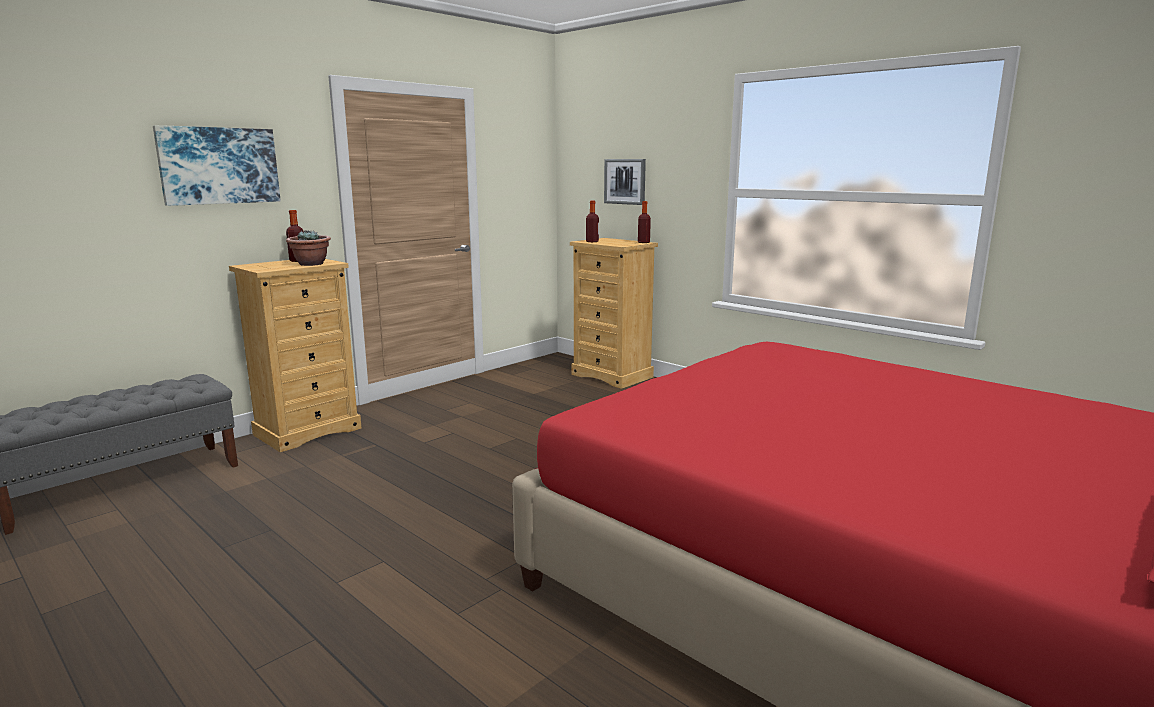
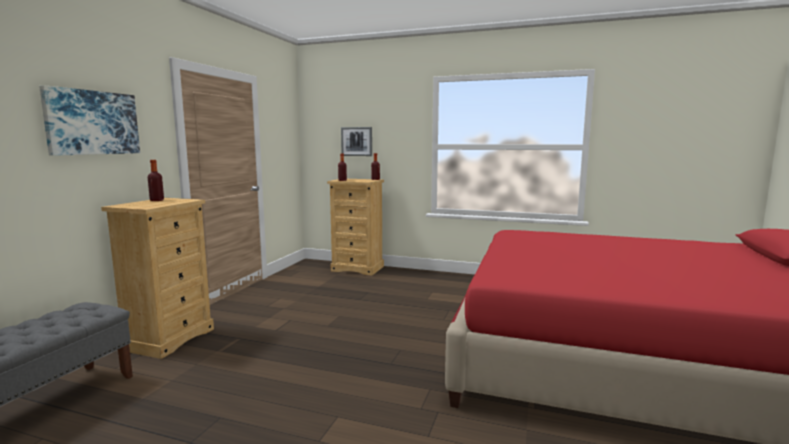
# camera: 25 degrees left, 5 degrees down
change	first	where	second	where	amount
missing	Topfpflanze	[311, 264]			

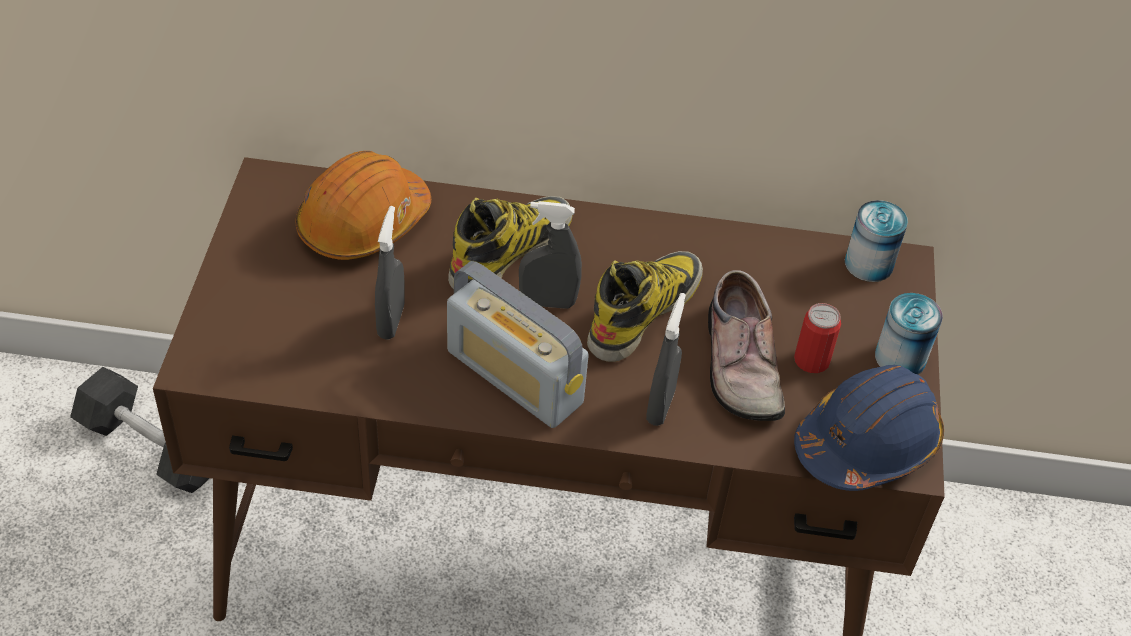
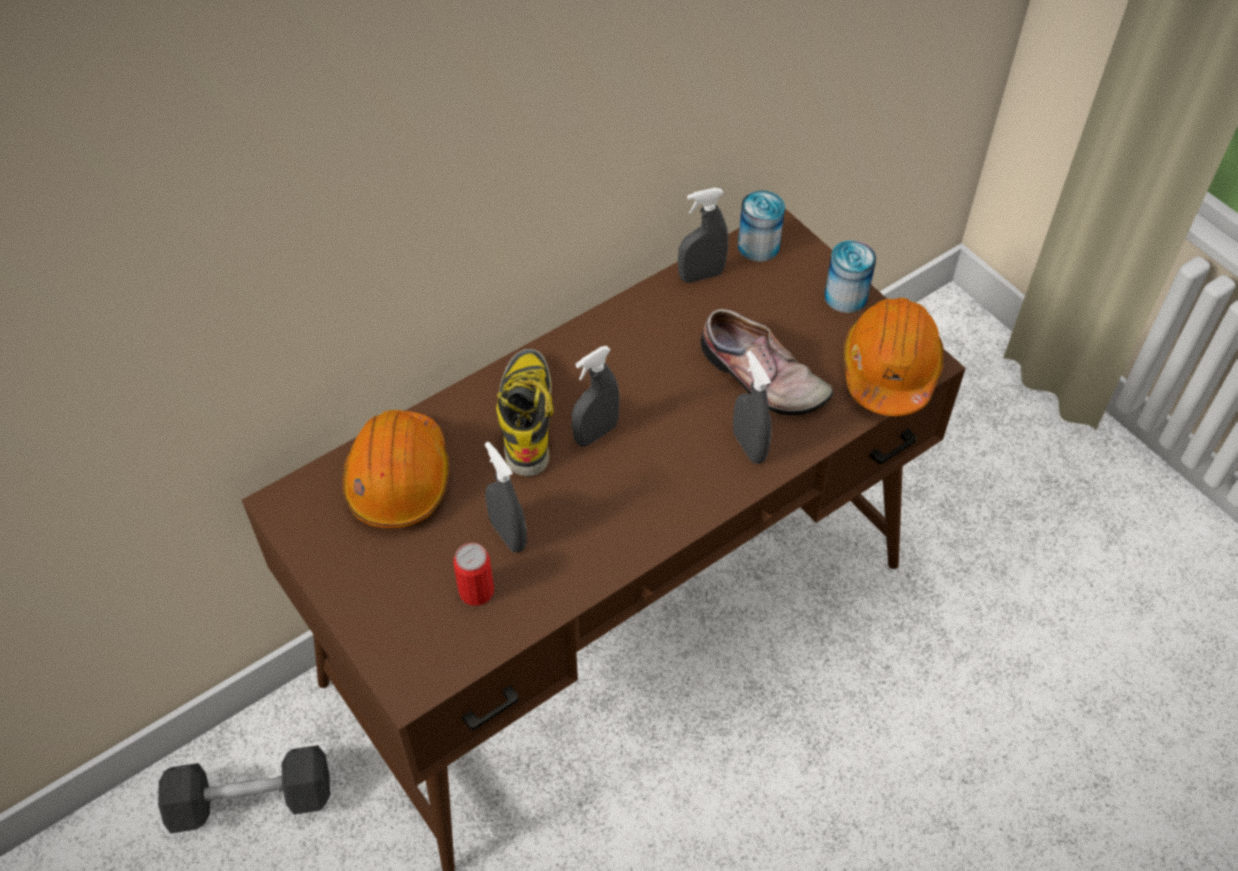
# camera: 40 degrees left, 5 degrees up
change	first	where	second	where	amount
missing	Radio	[514, 377]			
missing	Stiefel	[644, 310]			
appeared			Sprühflasche [grau]	[701, 275]	
relocated	Dose	[811, 360]		[476, 591]	
colour	Schutzhelm [blau]	[867, 443]	Schutzhelm [orange]	[890, 369]	

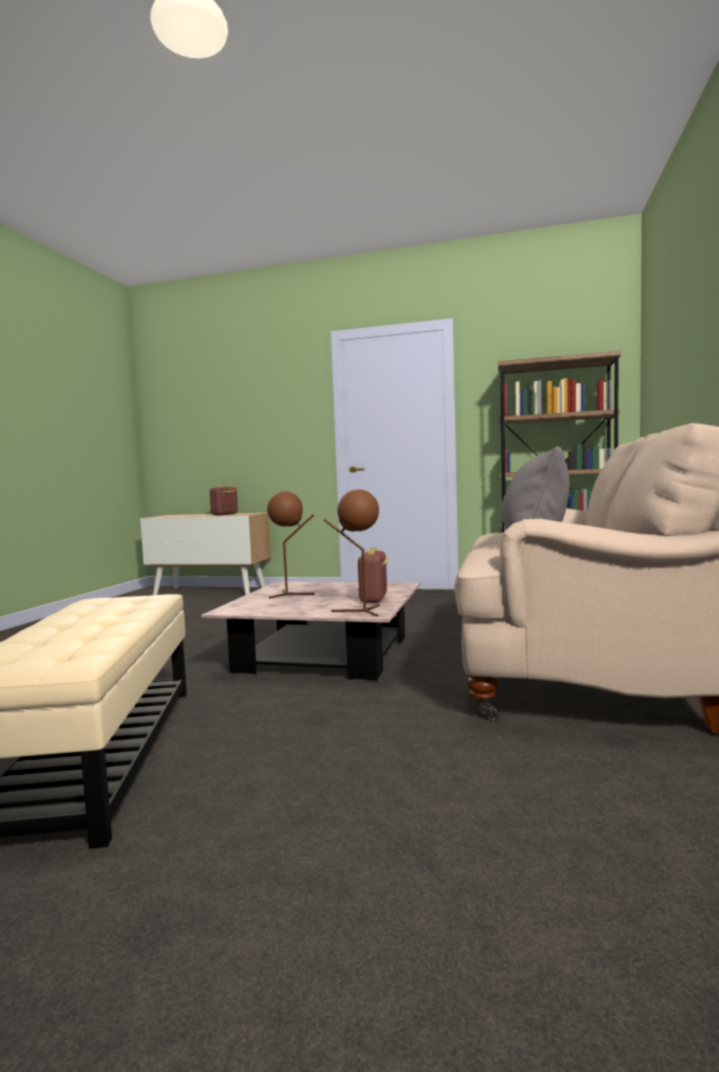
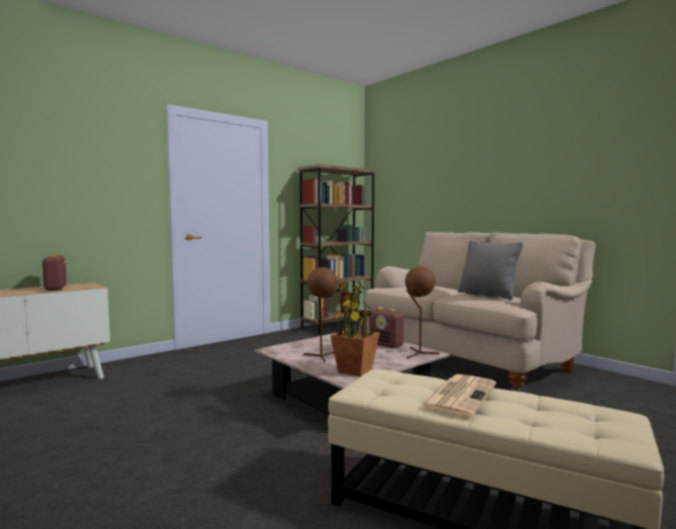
# camera: 55 degrees left, 0 degrees up
change	first	where	second	where	amount
appeared			Topfpflanze	[355, 370]	
appeared			Zeitung	[459, 395]	

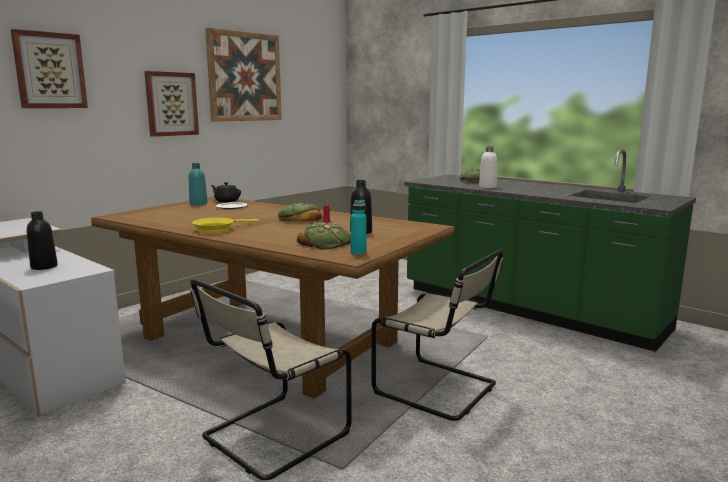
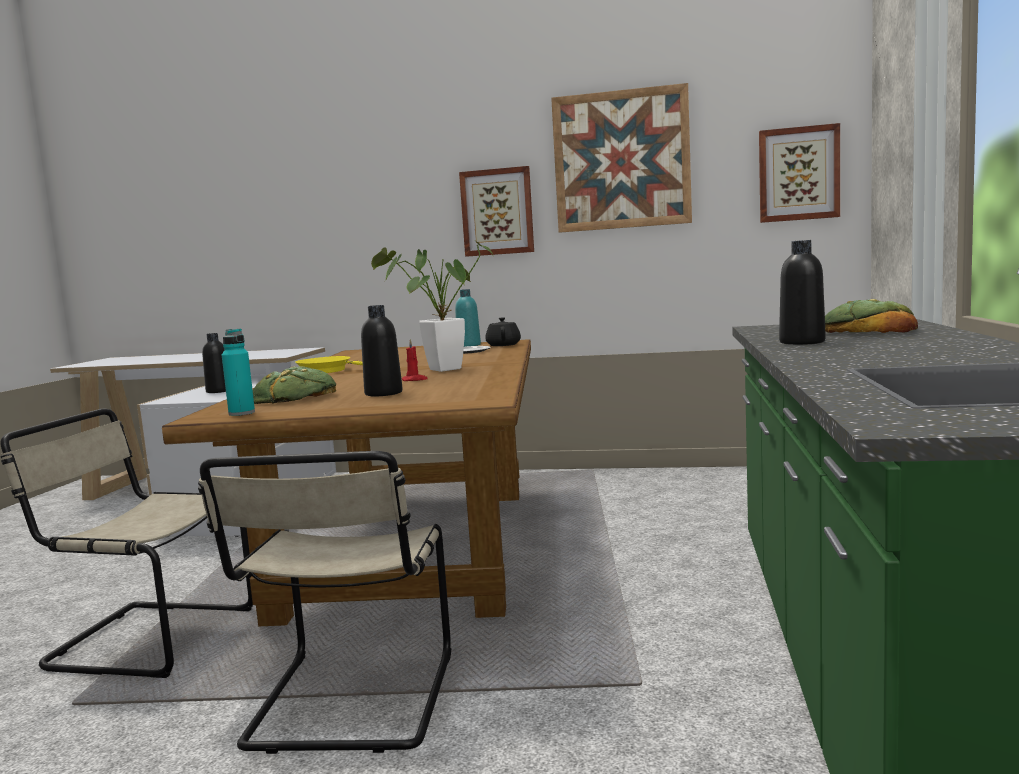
# camera: 60 degrees right, 5 degrees down
change	first	where	second	where	amount
relocated	Bild	[49, 70]		[798, 174]	
exchanged	Brot	[300, 218]	Topfpflanze	[438, 370]	
colour	Flasche [weiß]	[487, 187]	Flasche [schwarz]	[802, 342]	

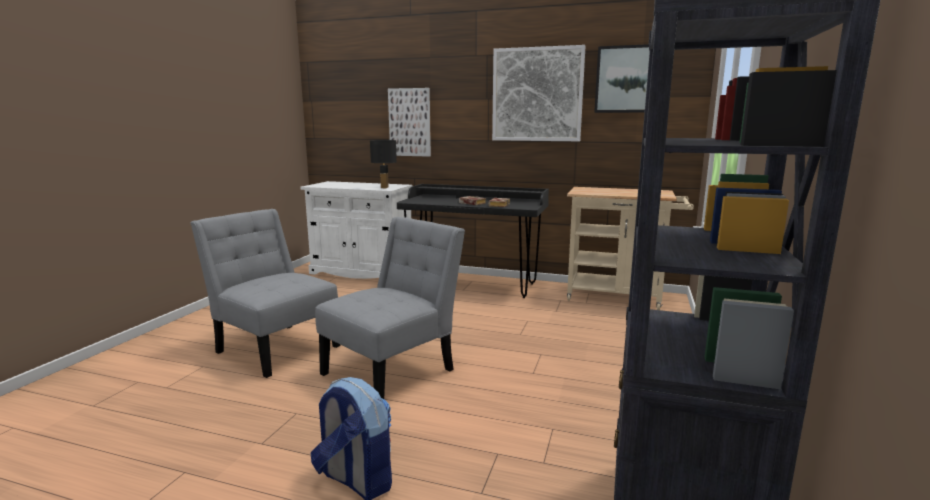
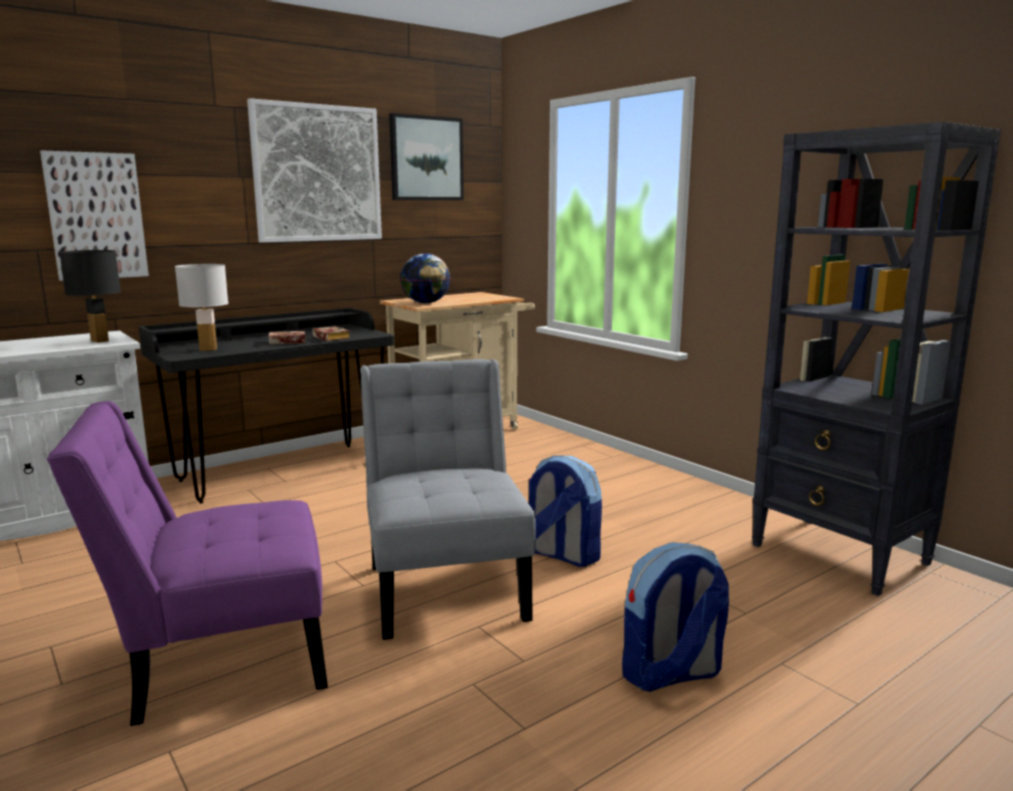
# camera: 55 degrees left, 0 degrees up
change	first	where	second	where	amount
appeared			Tischlampe [weiß]	[209, 349]	
appeared			Globus	[426, 303]	
appeared			Rucksack	[561, 555]	
colour	Stuhl [grau]	[275, 347]	Stuhl [lila]	[219, 660]	

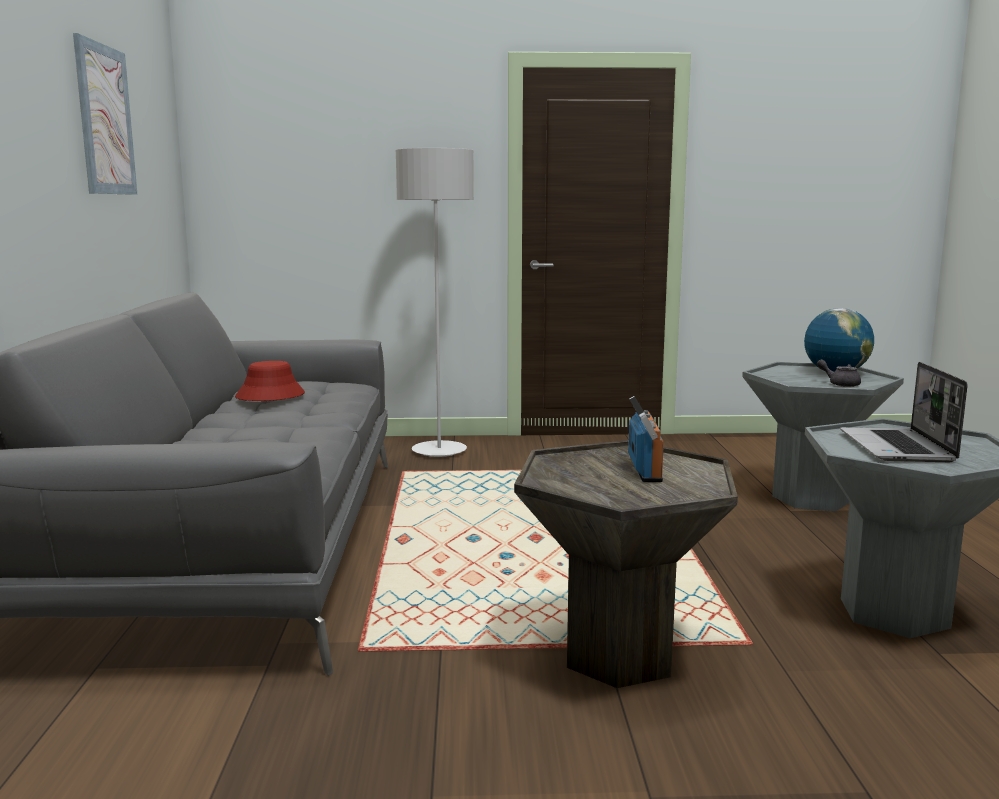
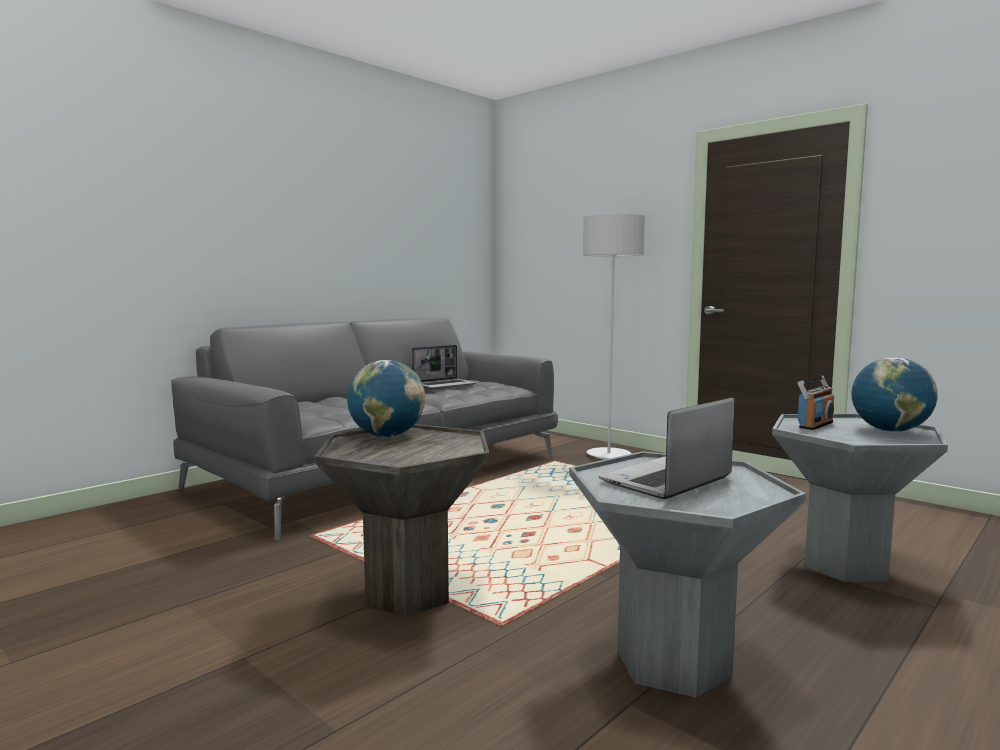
# camera: 45 degrees right, 5 degrees down
change	first	where	second	where	amount
missing	Bild	[105, 120]			
missing	Teekanne [grau]	[840, 384]			
appeared			Globus	[387, 436]	
relocated	Radio	[645, 470]		[815, 425]	
exchanged	Hut [rot]	[270, 396]	Laptop	[444, 385]	

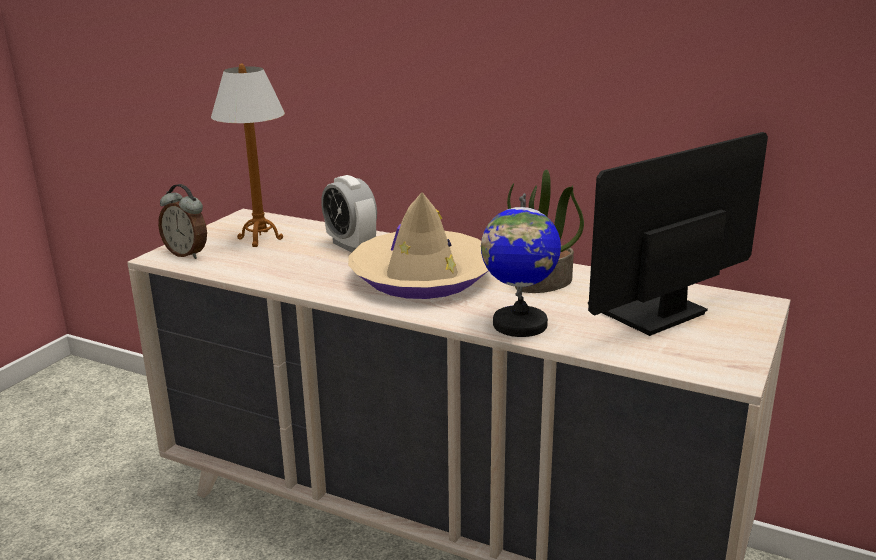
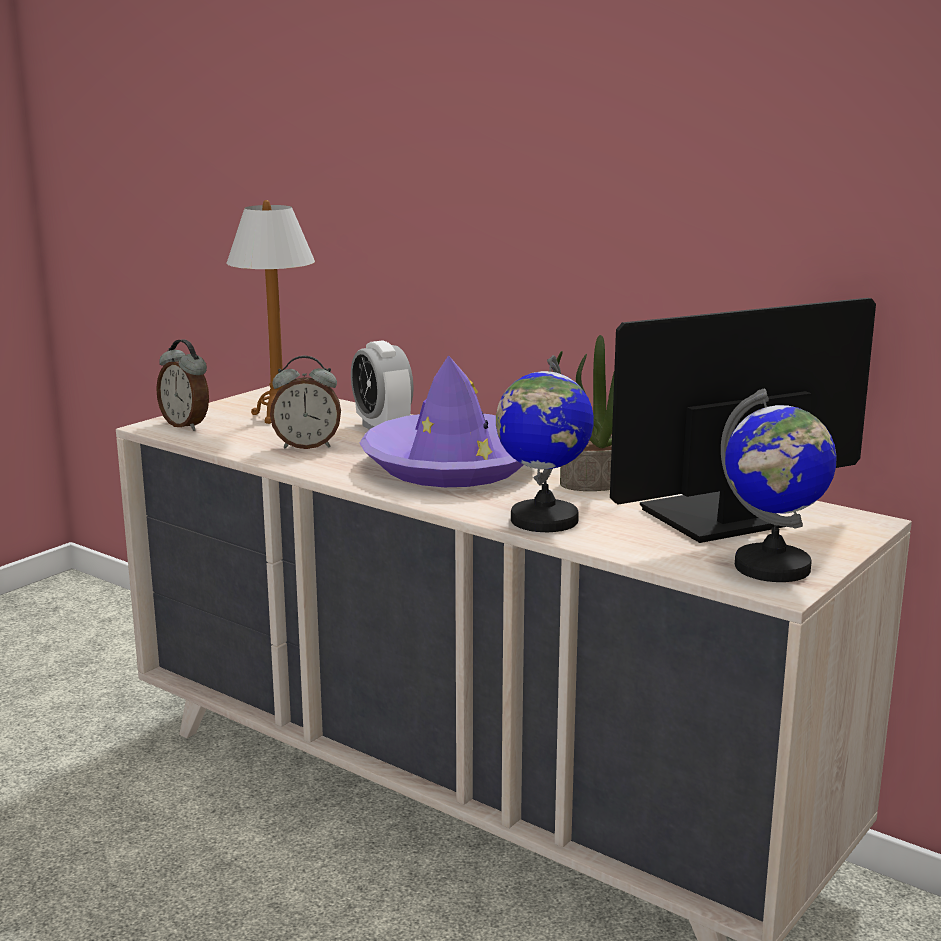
# camera: 10 degrees right, 5 degrees down
change	first	where	second	where	amount
appeared			Wecker	[307, 446]	
appeared			Globus	[772, 568]	
colour	Hut [beige]	[422, 277]	Hut [lila]	[452, 465]	

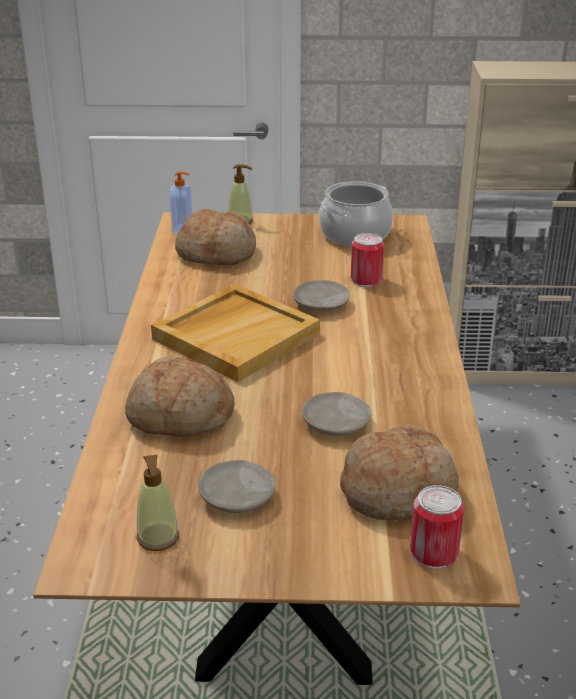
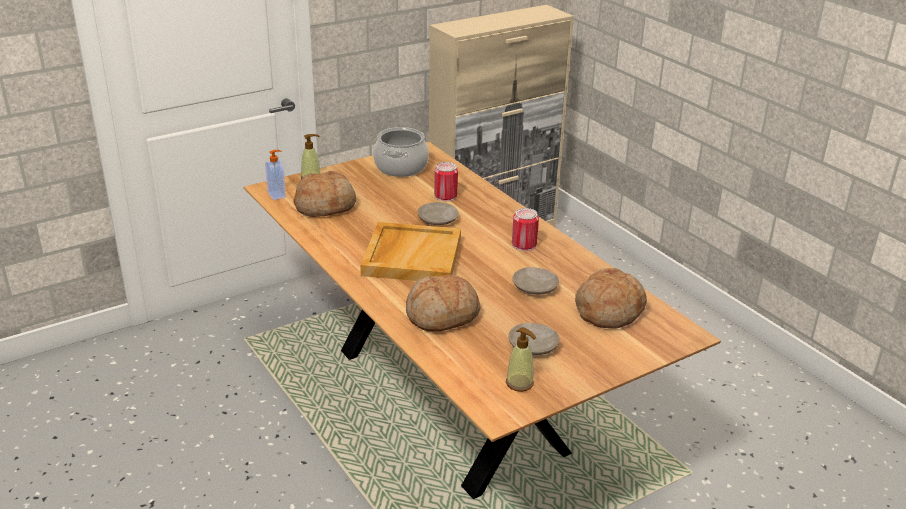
# camera: 35 degrees left, 0 degrees up
change	first	where	second	where	amount
relocated	Dose	[434, 553]		[524, 244]	

